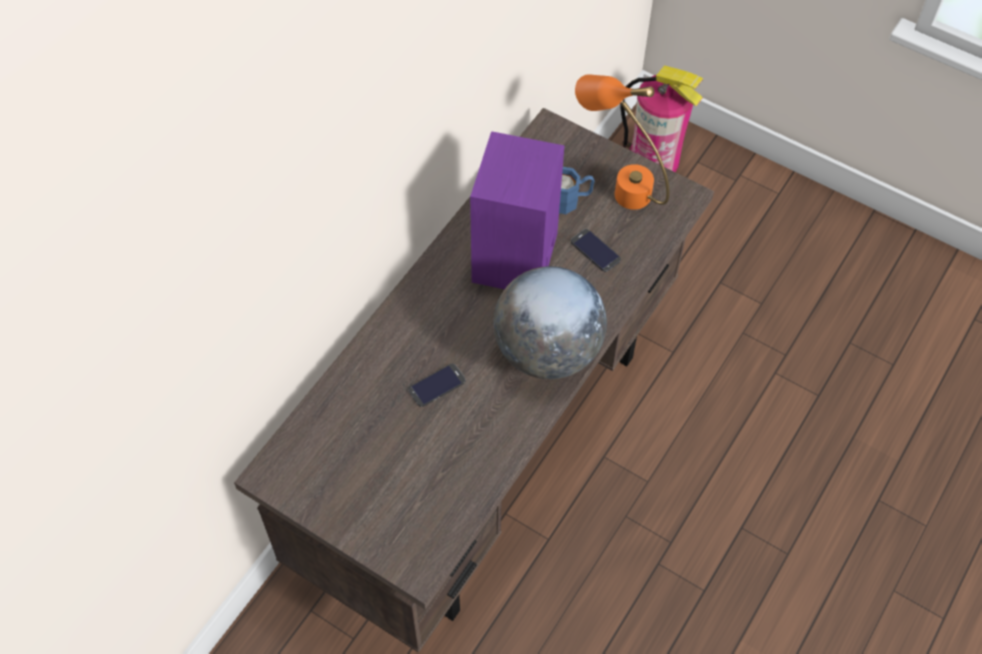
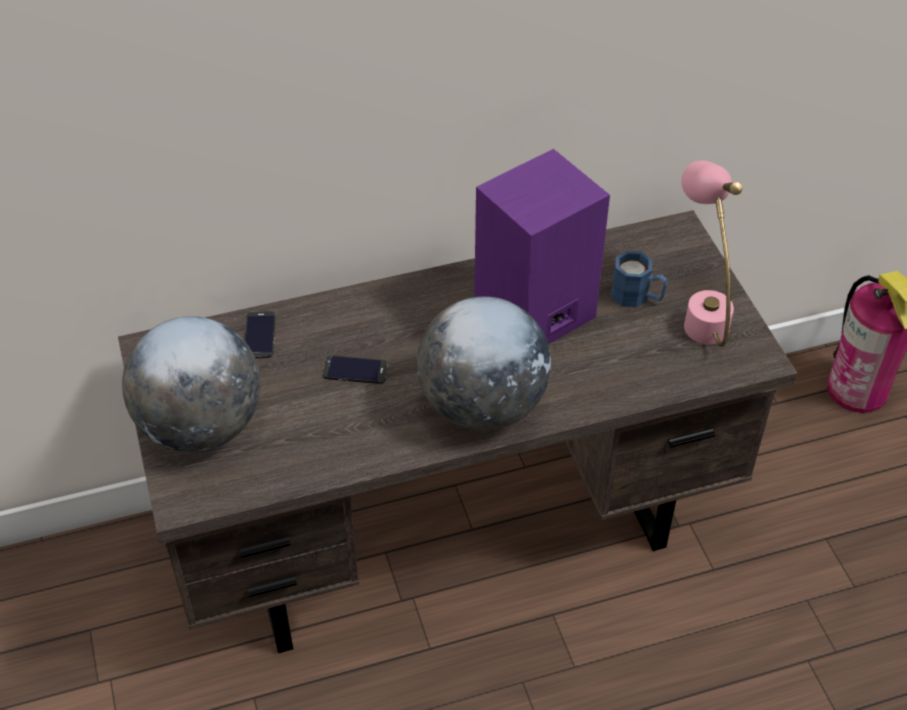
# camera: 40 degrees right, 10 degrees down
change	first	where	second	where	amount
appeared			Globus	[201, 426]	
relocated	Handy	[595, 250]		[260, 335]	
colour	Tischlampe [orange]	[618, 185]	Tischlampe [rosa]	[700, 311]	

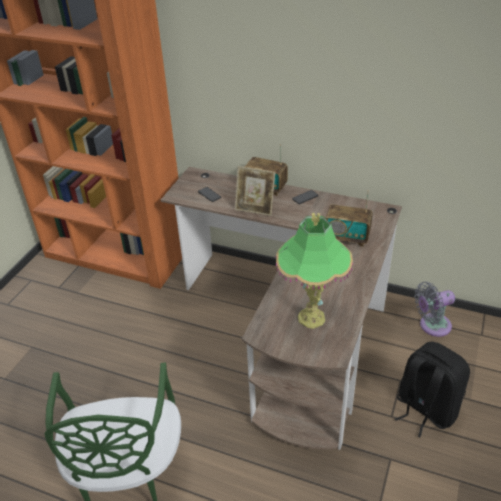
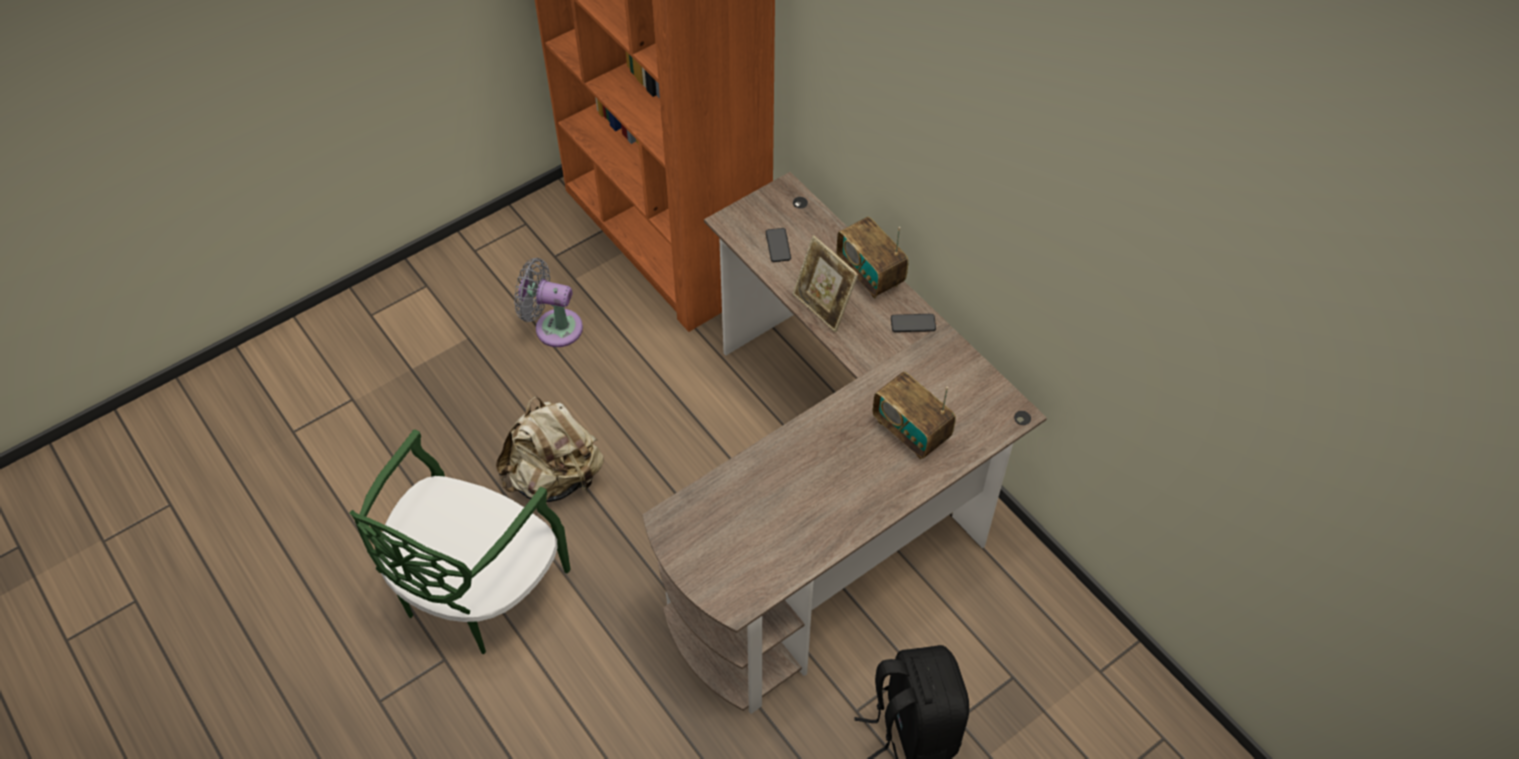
# camera: 30 degrees right, 15 degrees up
change	first	where	second	where	amount
missing	Tischlampe	[311, 318]			
appeared			Rucksack [beige]	[555, 477]	
relocated	Ventilator [grau]	[432, 326]		[553, 327]	

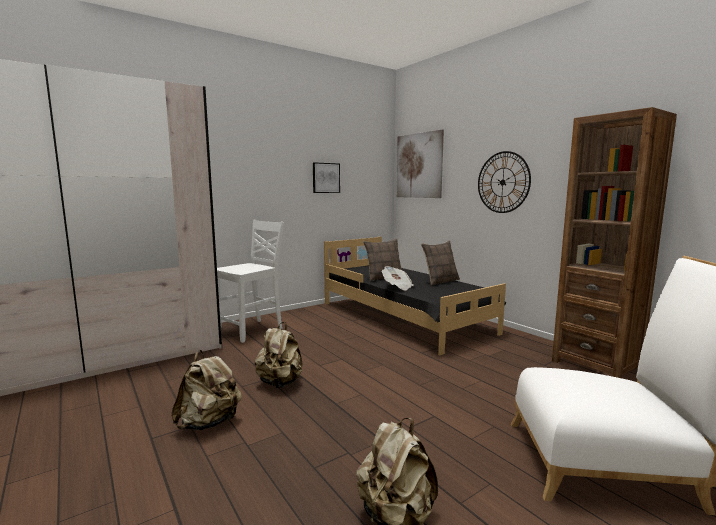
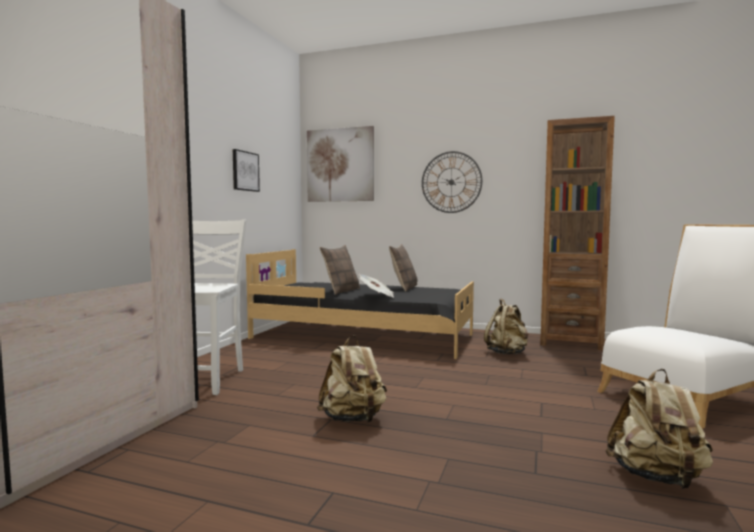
# camera: 35 degrees left, 5 degrees down
change	first	where	second	where	amount
relocated	Rucksack [beige]	[209, 423]		[507, 353]	

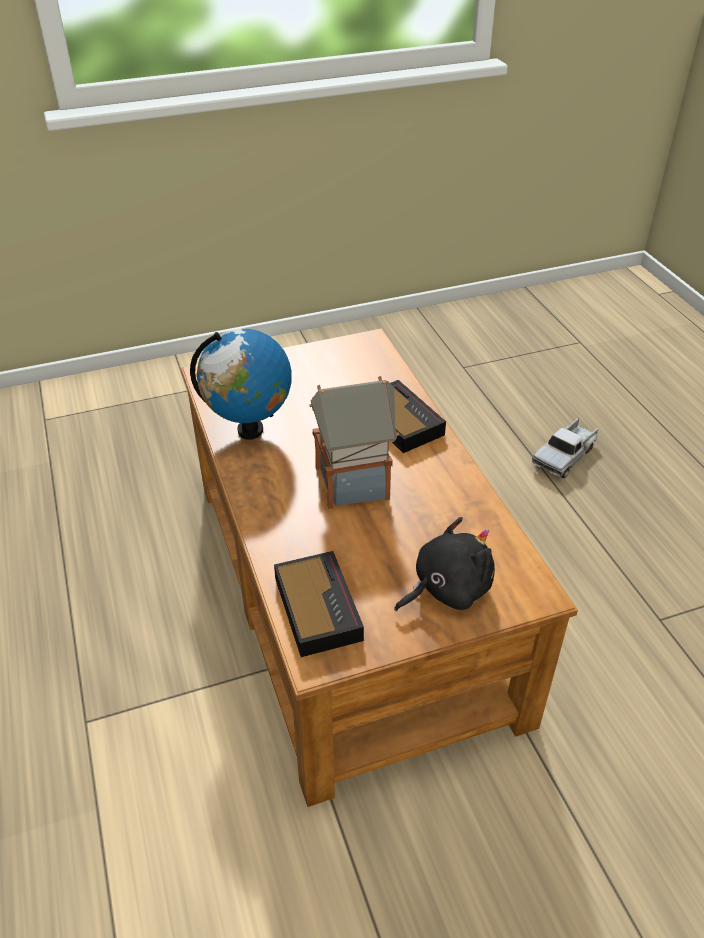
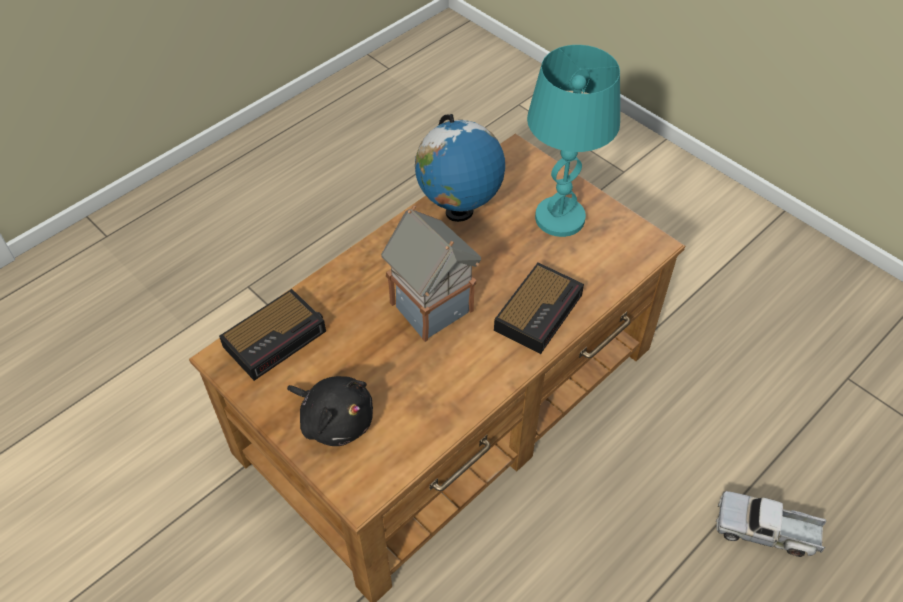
# camera: 65 degrees right, 10 degrees up
change	first	where	second	where	amount
appeared			Tischlampe [türkis]	[560, 217]	

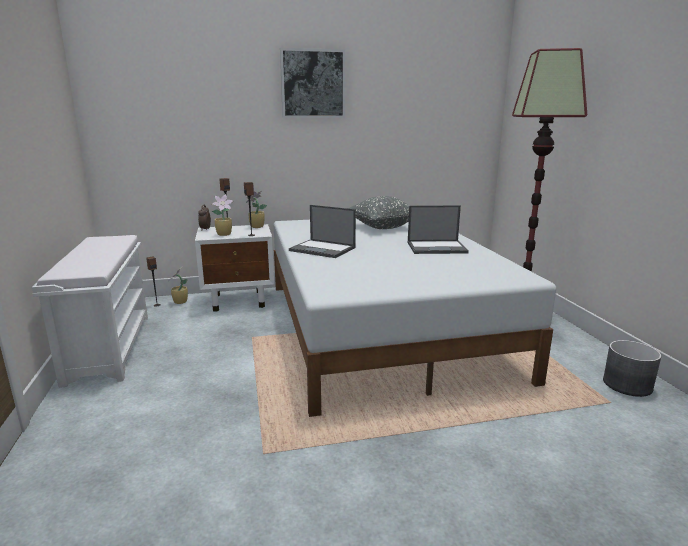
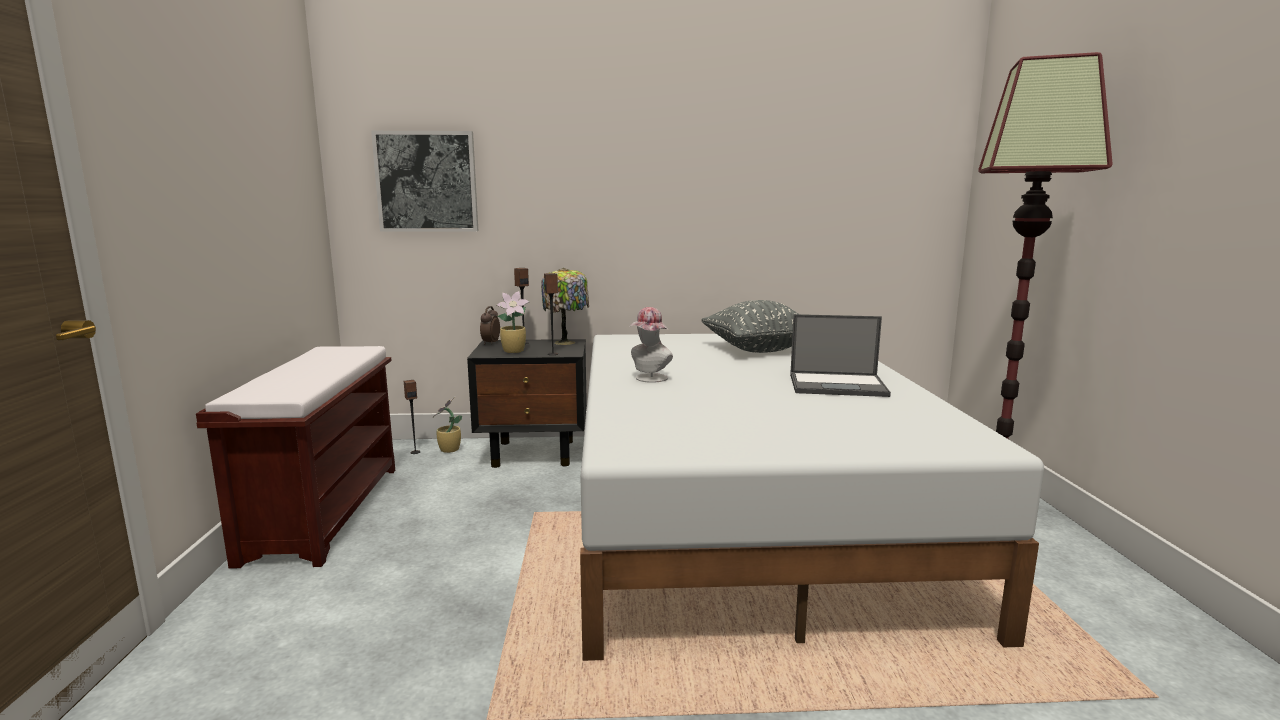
# camera: 10 degrees right, 5 degrees down
change	first	where	second	where	amount
missing	Pflanzkübel [grau]	[627, 385]			
relocated	Bild	[313, 84]		[427, 182]	
exchanged	Topfpflanze	[256, 227]	Tischlampe	[566, 342]	
exchanged	Laptop	[323, 249]	Hut	[649, 379]	
colour	Bank [weiß]	[109, 347]	Bank [braun]	[324, 511]	
colour	Nachttisch [weiß]	[239, 300]	Nachttisch [schwarz]	[535, 453]	

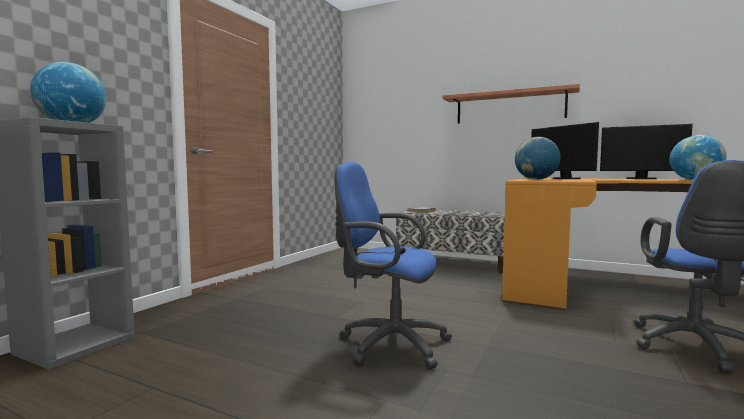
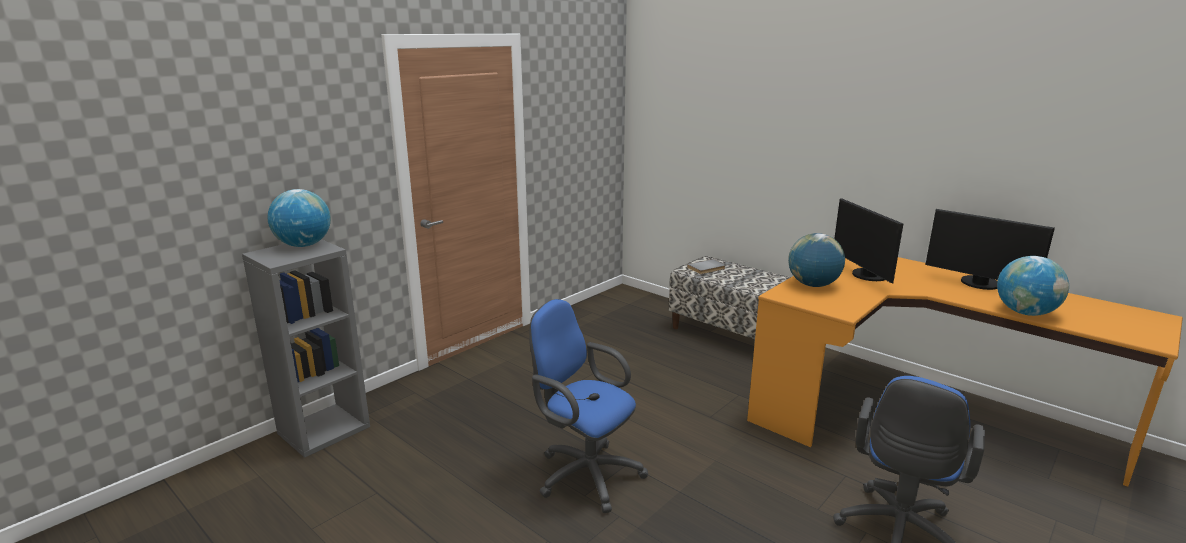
# camera: 15 degrees right, 15 degrees up
change	first	where	second	where	amount
missing	Wandregal	[509, 107]			

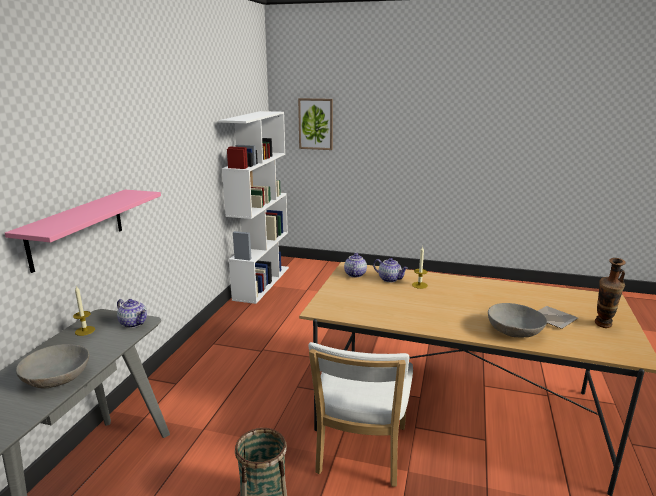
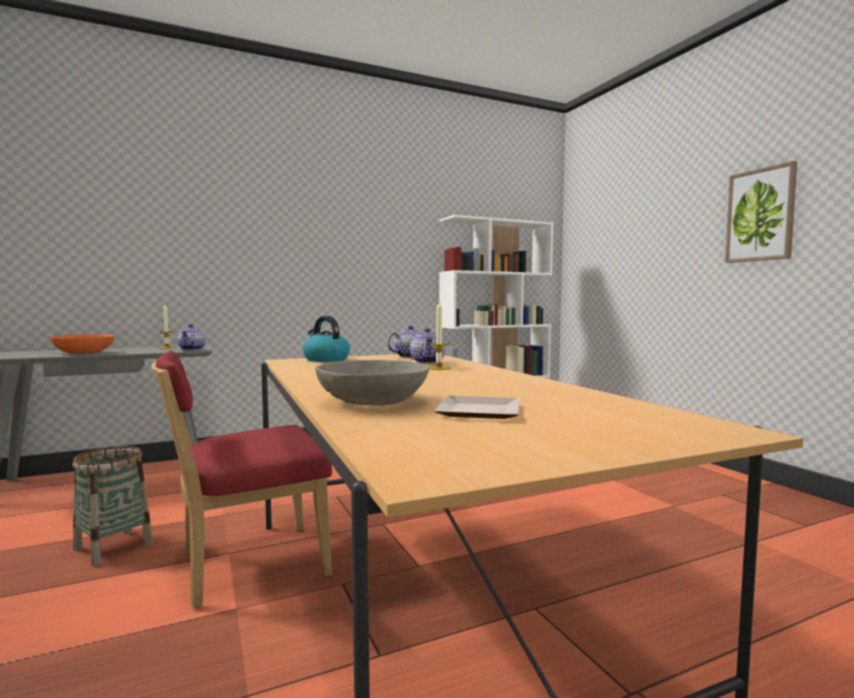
# camera: 50 degrees right, 15 degrees down
change	first	where	second	where	amount
missing	Wandregal [rosa]	[77, 228]			
missing	Vase	[602, 327]			
appeared			Wasserkessel	[326, 359]	
relocated	Bild	[316, 124]		[760, 215]	
colour	Schüssel [grau]	[57, 378]	Schüssel [orange]	[84, 353]	
colour	Stuhl [weiß]	[360, 453]	Stuhl [rot]	[246, 565]	

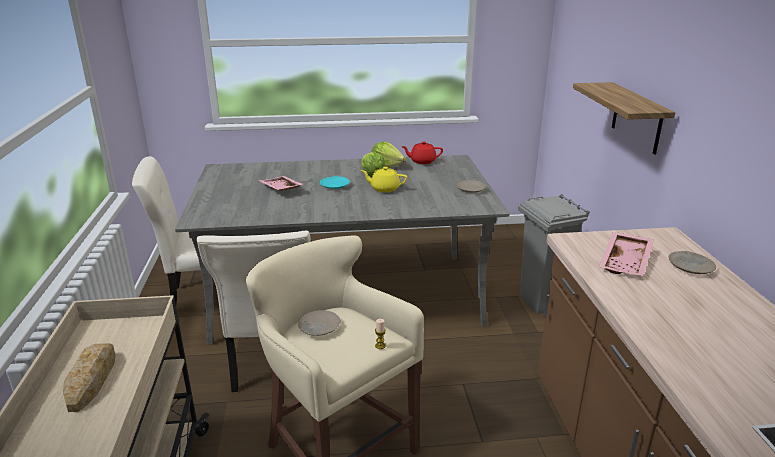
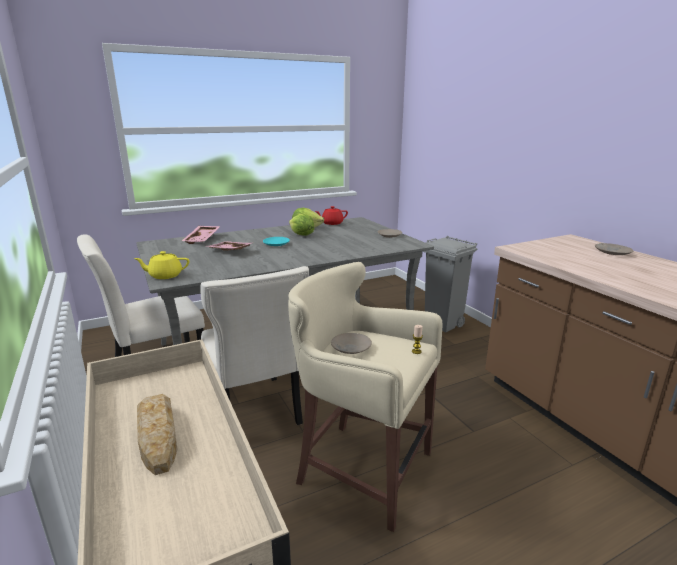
# camera: 20 degrees left, 5 degrees down
change	first	where	second	where	amount
missing	Wandregal	[637, 118]			
relocated	Teekanne [gelb]	[384, 188]		[165, 275]	
relocated	Tablett [rosa]	[626, 262]		[203, 239]	

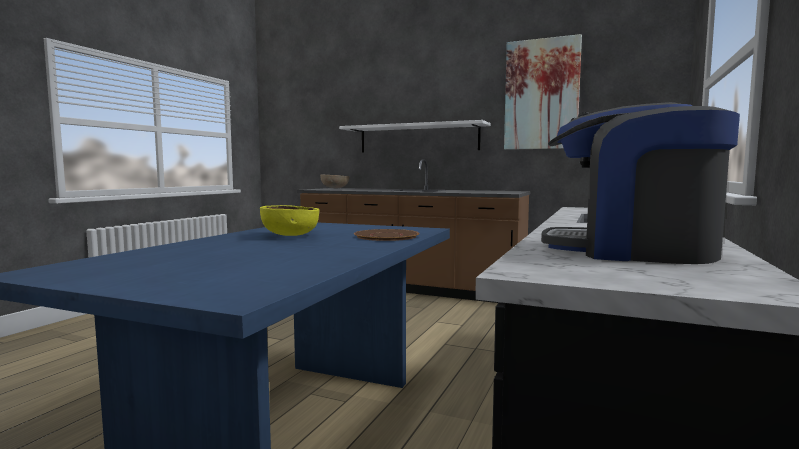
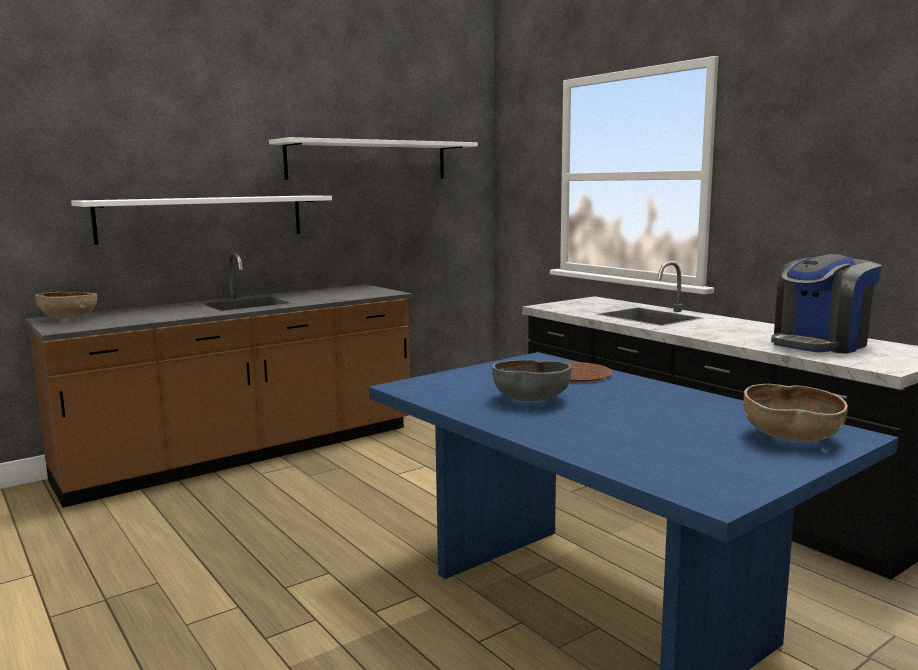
# camera: 60 degrees left, 5 degrees up
change	first	where	second	where	amount
appeared			Schüssel [braun]	[791, 438]	
exchanged	Bild	[541, 94]	Wandregal [weiß]	[368, 160]	
colour	Schüssel [gelb]	[290, 236]	Schüssel [grau]	[530, 400]	

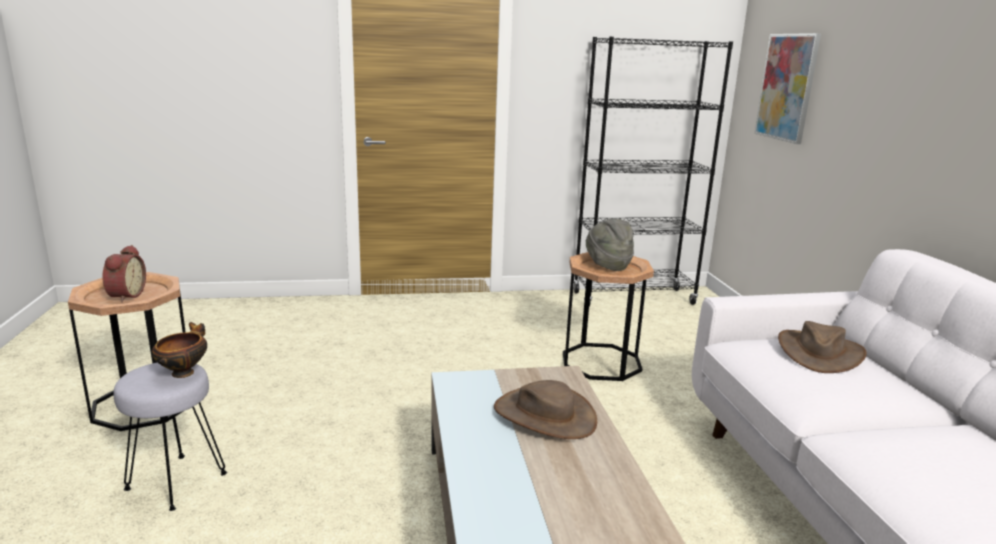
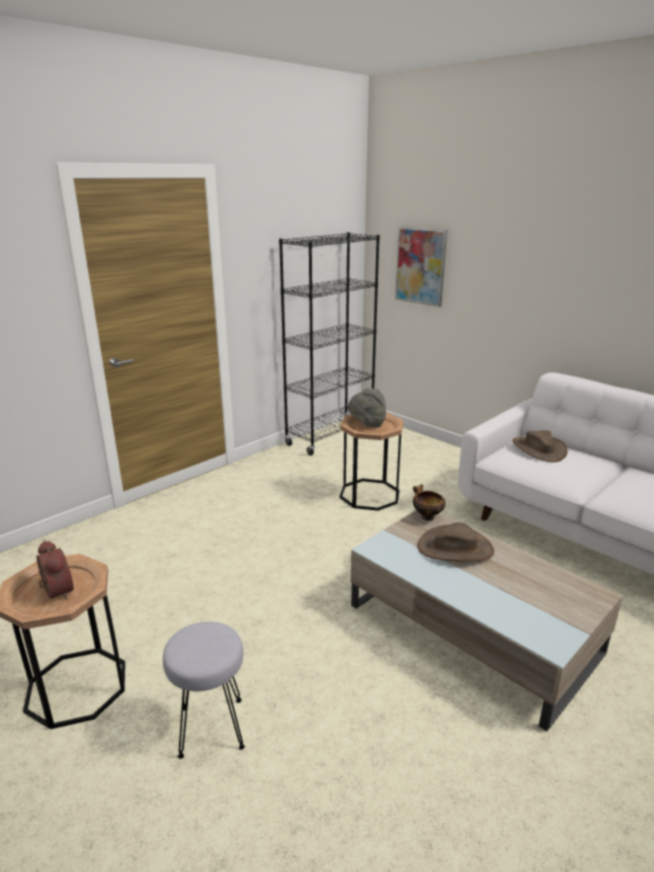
# camera: 35 degrees left, 5 degrees up
change	first	where	second	where	amount
relocated	Schüssel	[184, 372]		[426, 517]	

